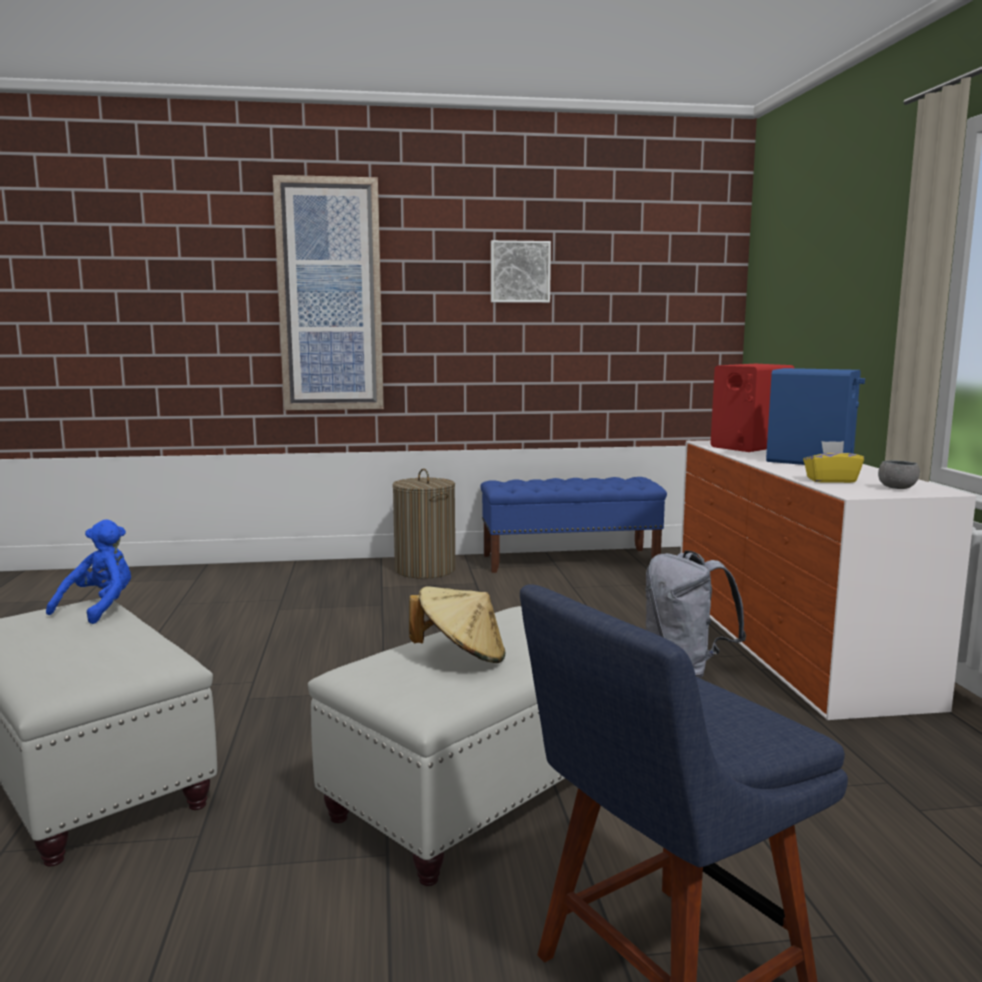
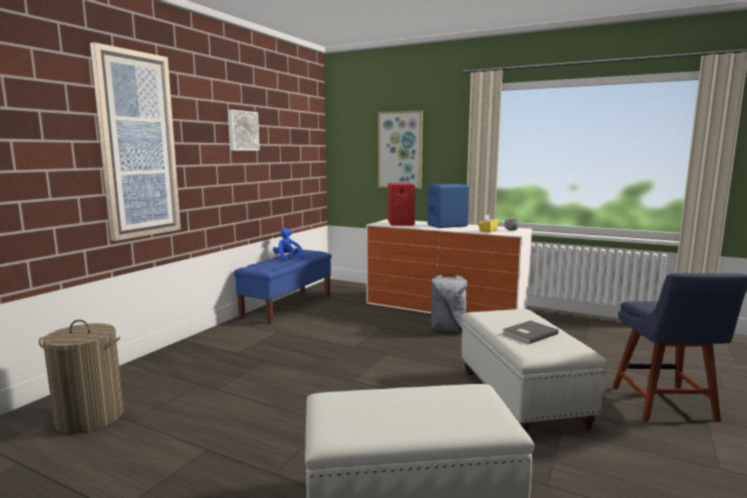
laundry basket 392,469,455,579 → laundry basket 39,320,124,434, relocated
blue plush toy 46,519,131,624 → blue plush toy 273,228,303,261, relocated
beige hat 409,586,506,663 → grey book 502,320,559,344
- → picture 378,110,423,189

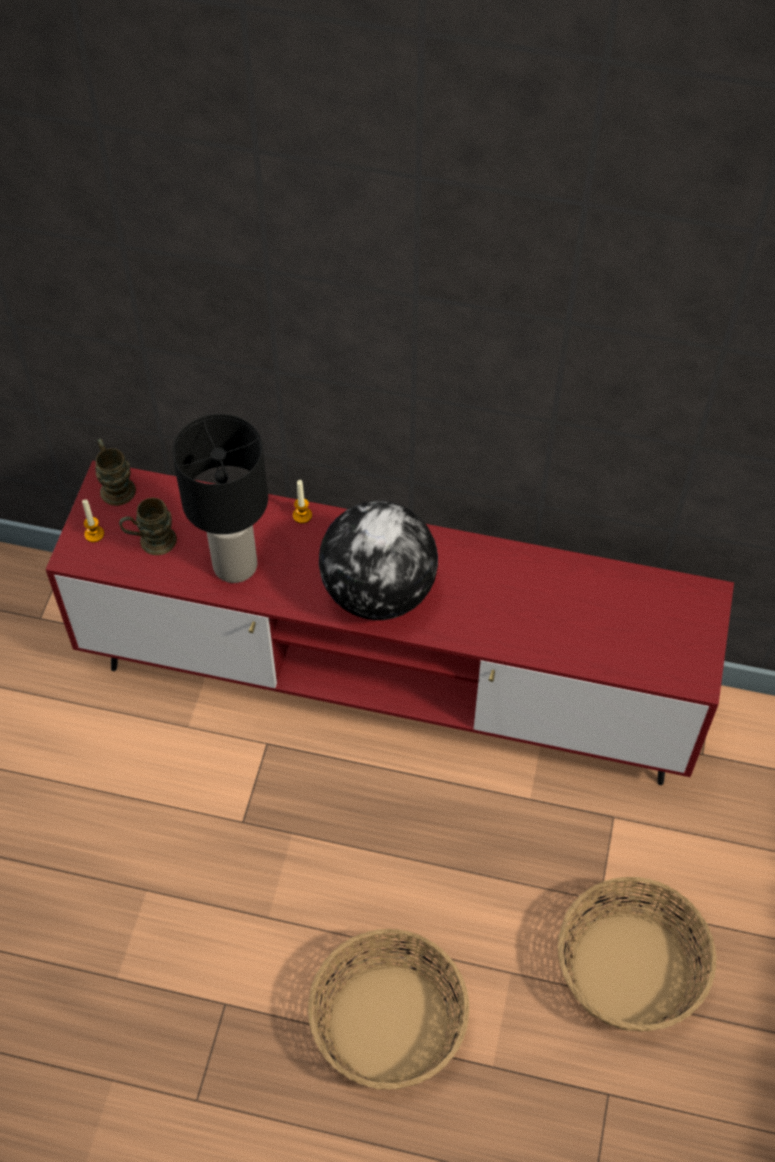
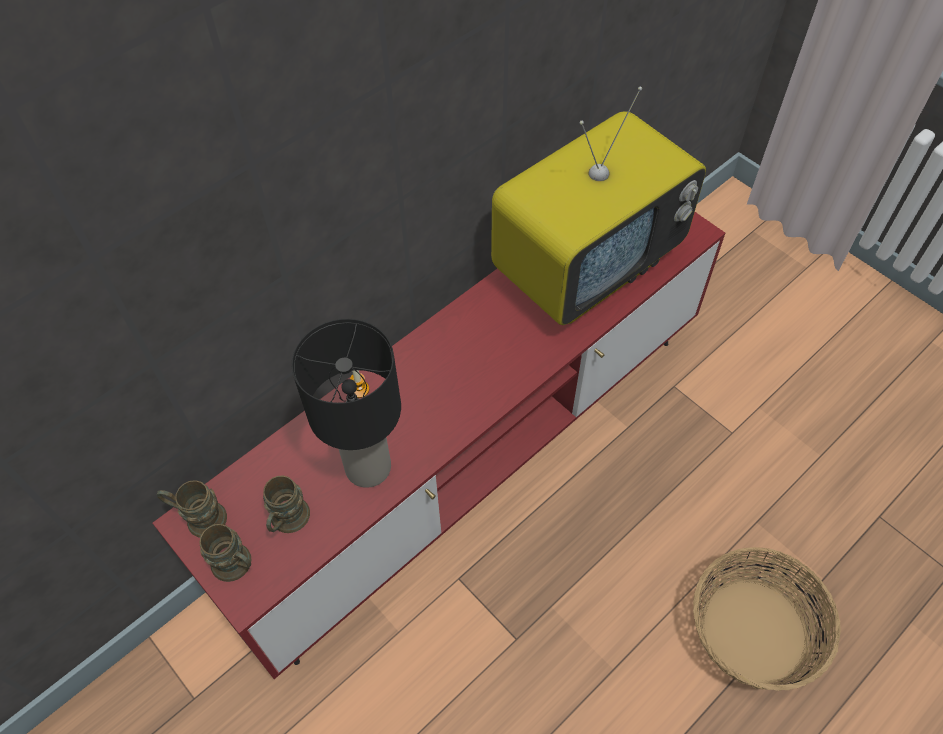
candle 82,499,104,542 → brown mug 200,524,251,582
globe 319,501,438,620 → -
basket 558,877,717,1032 → -
- → television 491,87,706,325

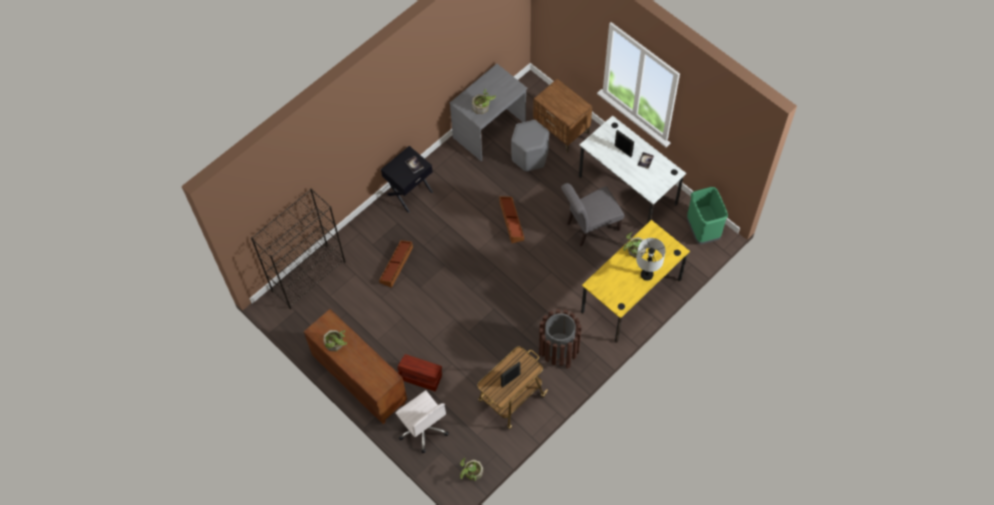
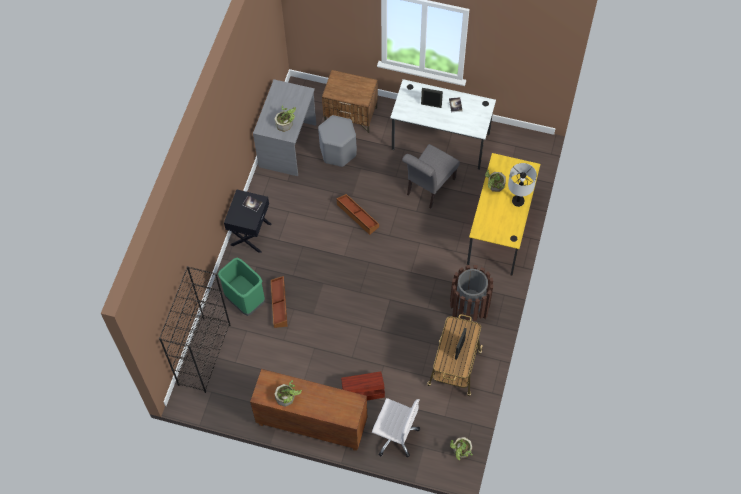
green trash can 687,187,728,244 → green trash can 218,258,265,316, relocated

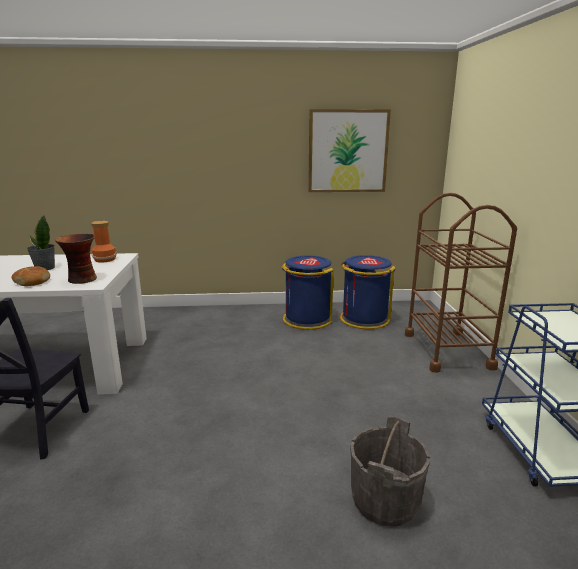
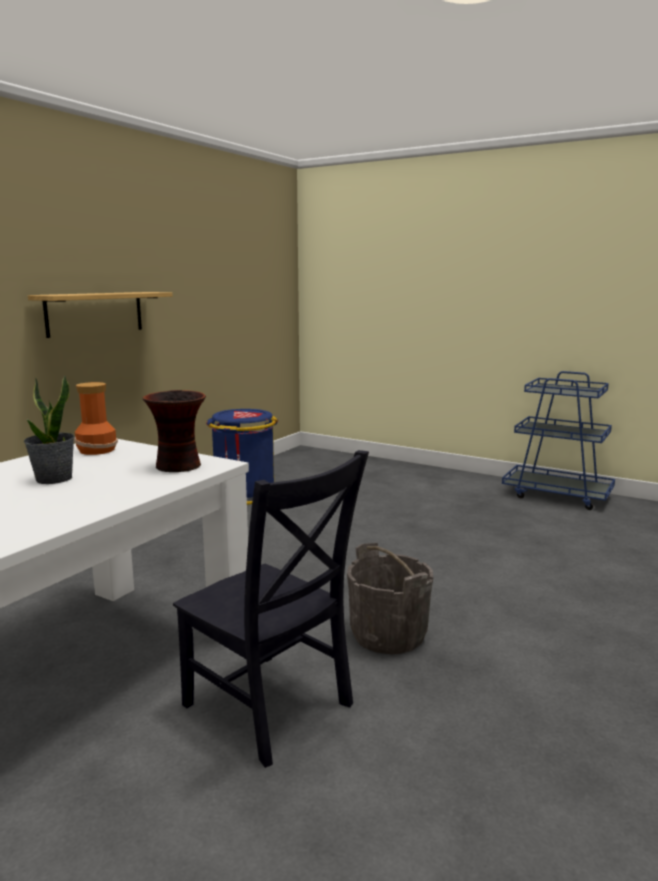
picture 308,109,391,192 → -
brown cart 405,193,517,373 → -
blue trash can 340,255,395,329 → -
bread 11,266,50,286 → -
grey bucket 350,416,430,527 → grey bucket 347,543,433,654, relocated
- → shelf 28,292,173,338

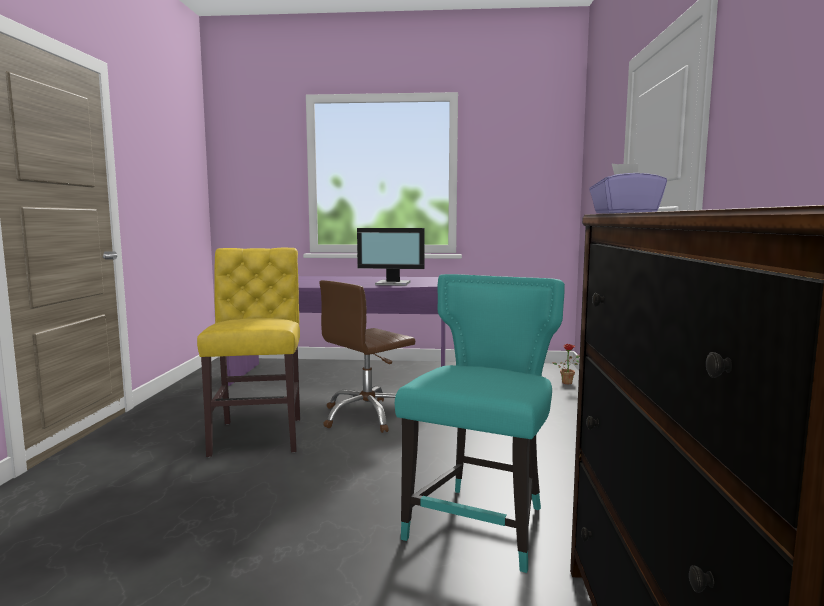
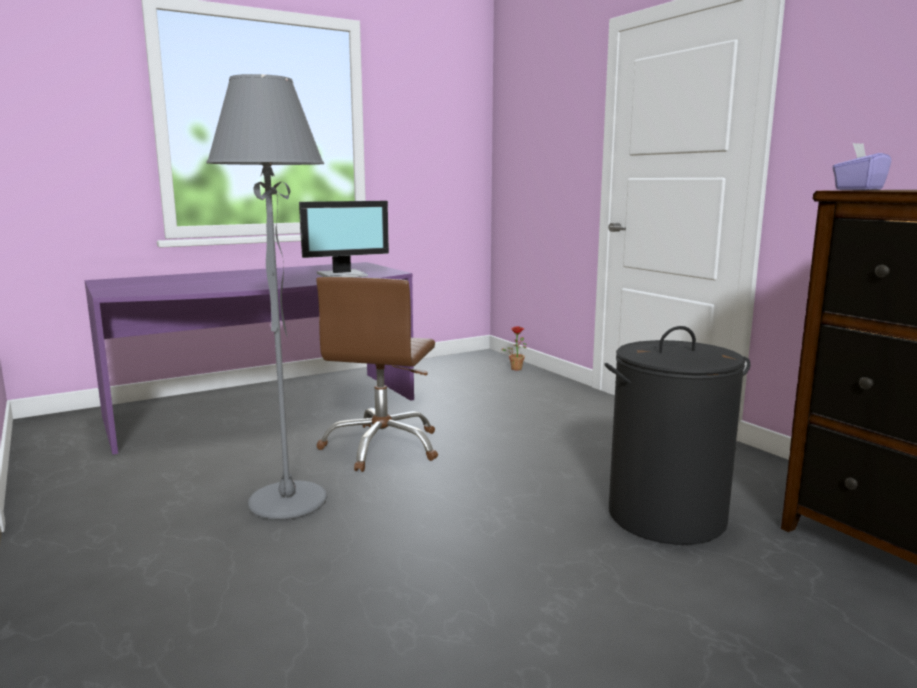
yellow chair 197,248,300,457 → grey floor lamp 206,74,327,520
turquoise chair 395,274,565,573 → black laundry basket 604,326,750,545

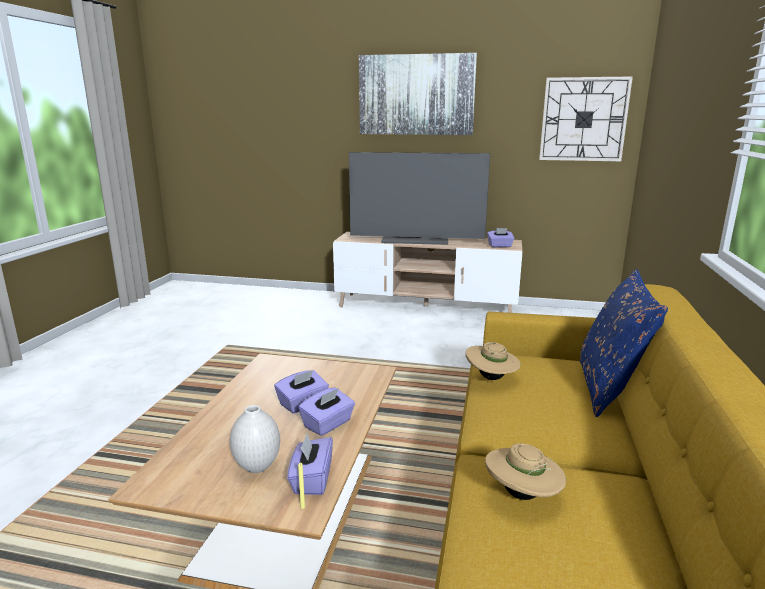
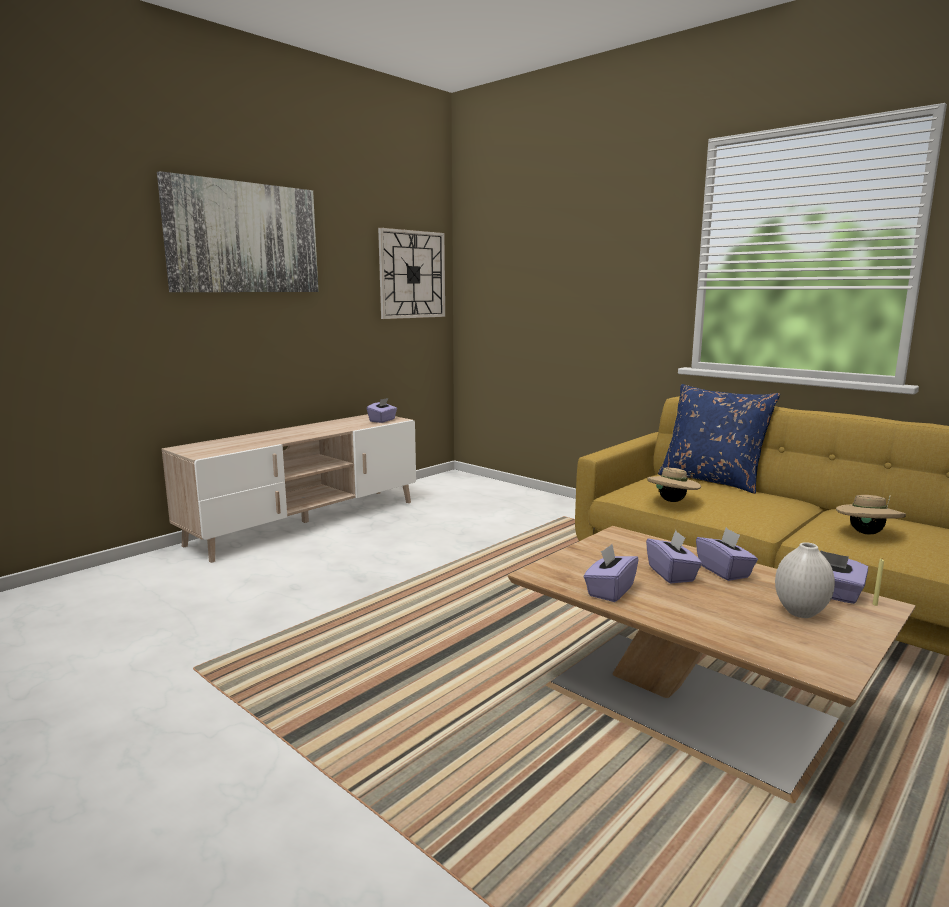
television 349,152,490,245 → -
- → purple tissue box 584,544,639,602

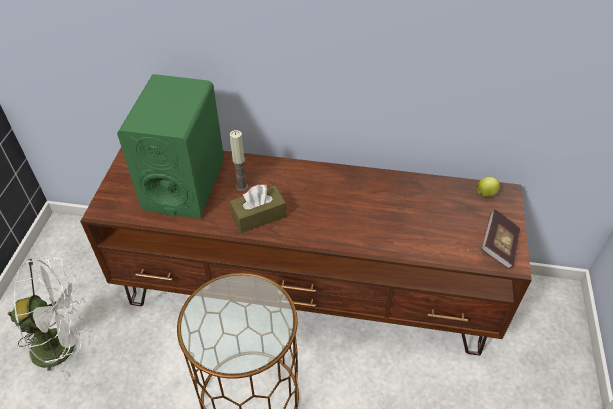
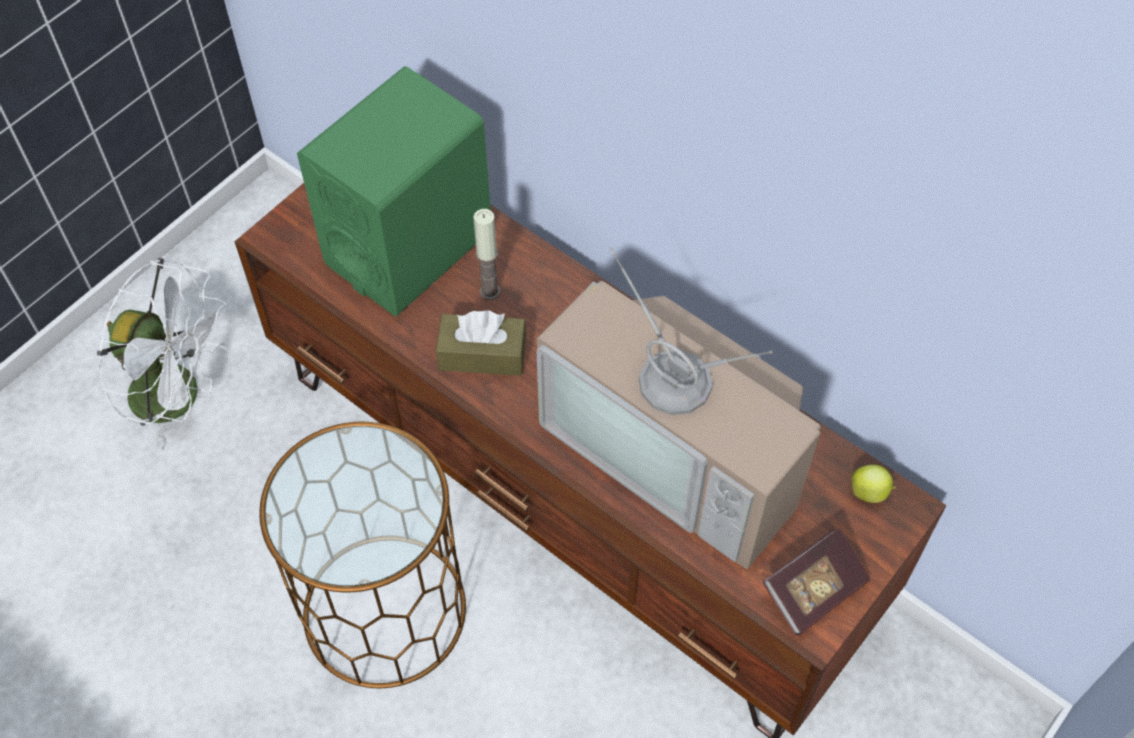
- → television 537,247,821,569

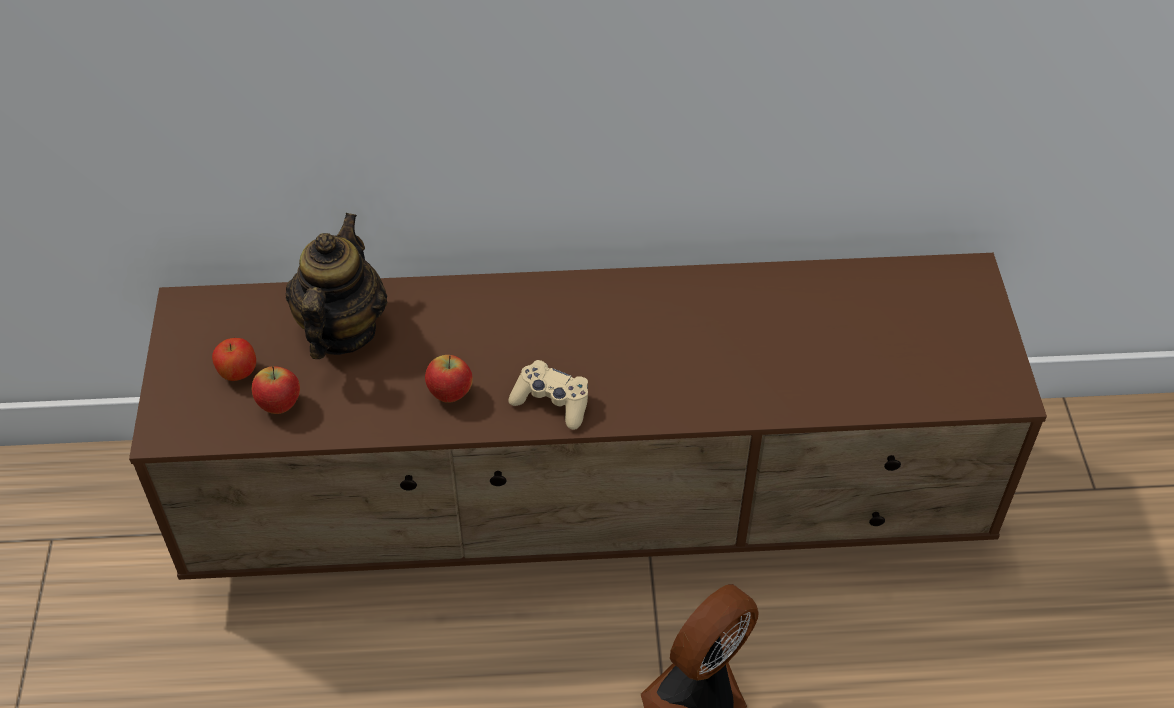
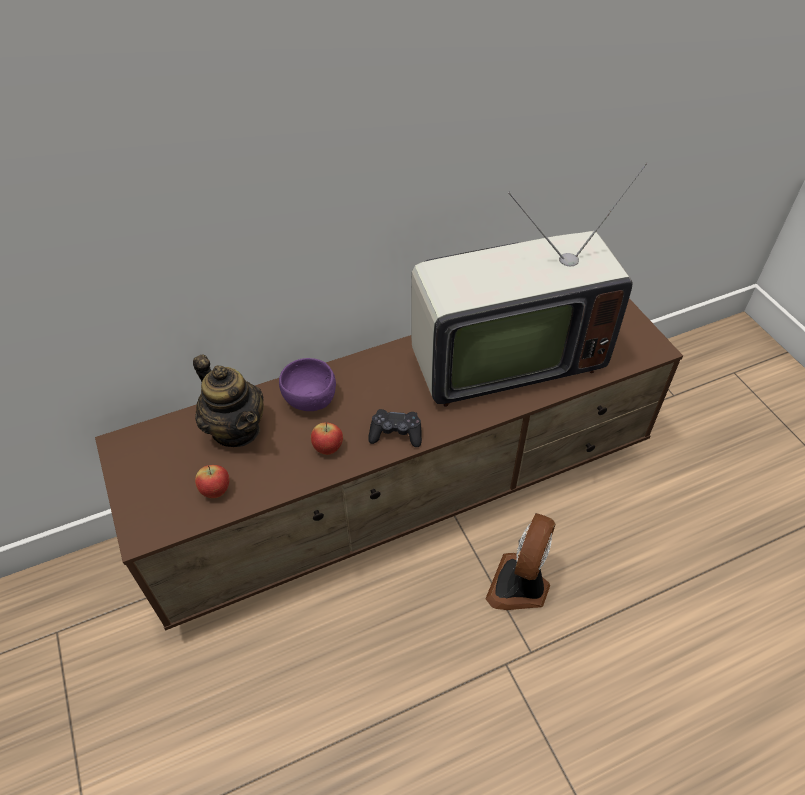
teapot 286,213,387,359 → teapot 193,354,264,447, 150 degrees clockwise
apple 212,338,256,381 → -
beige game controller 508,360,588,430 → black game controller 368,409,422,447
- → television 411,162,648,407
- → purple bowl 279,358,336,411

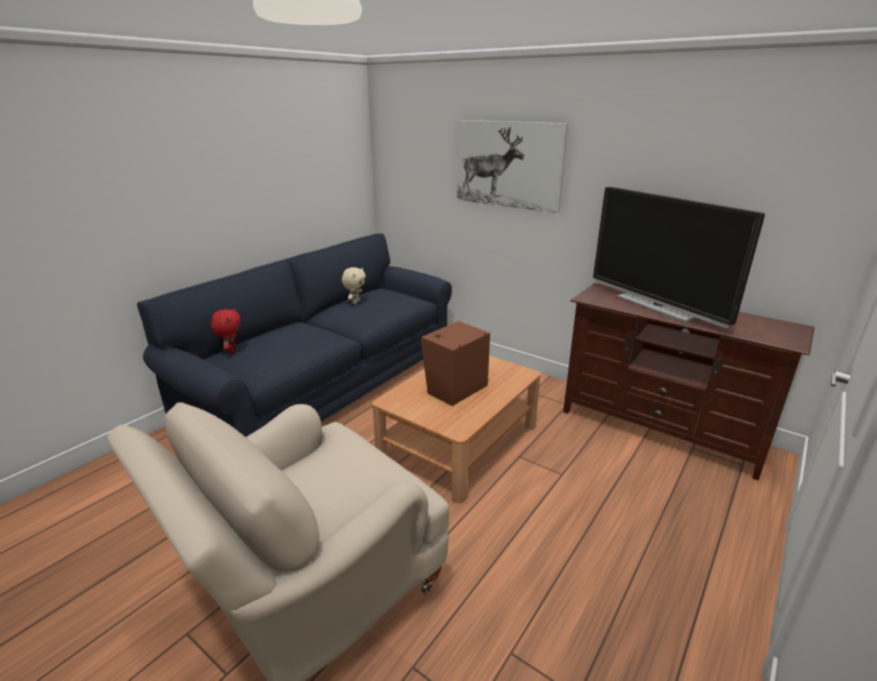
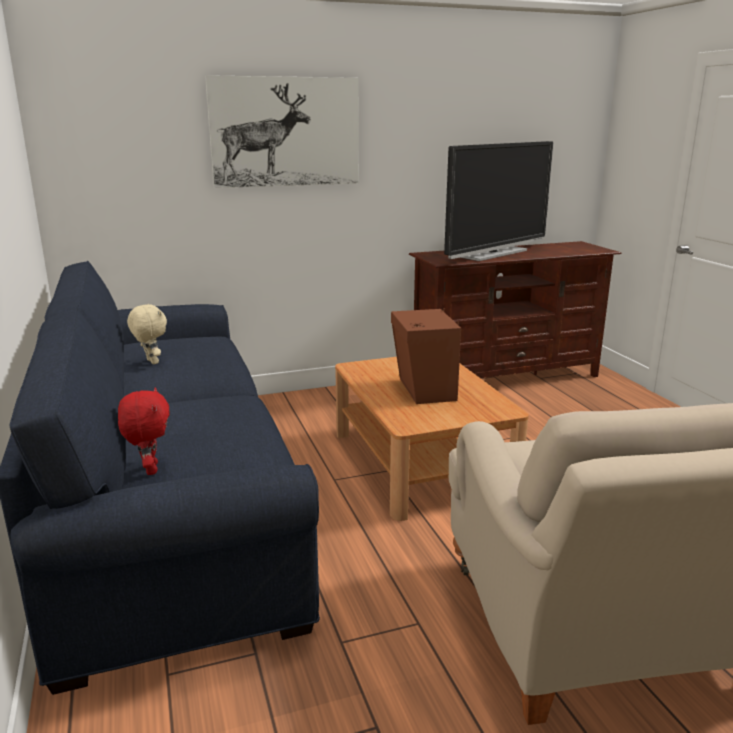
television 593,187,765,328 → television 444,141,553,261, 45 degrees counterclockwise
red plush toy 211,308,241,354 → red plush toy 118,387,170,475, 45 degrees clockwise

